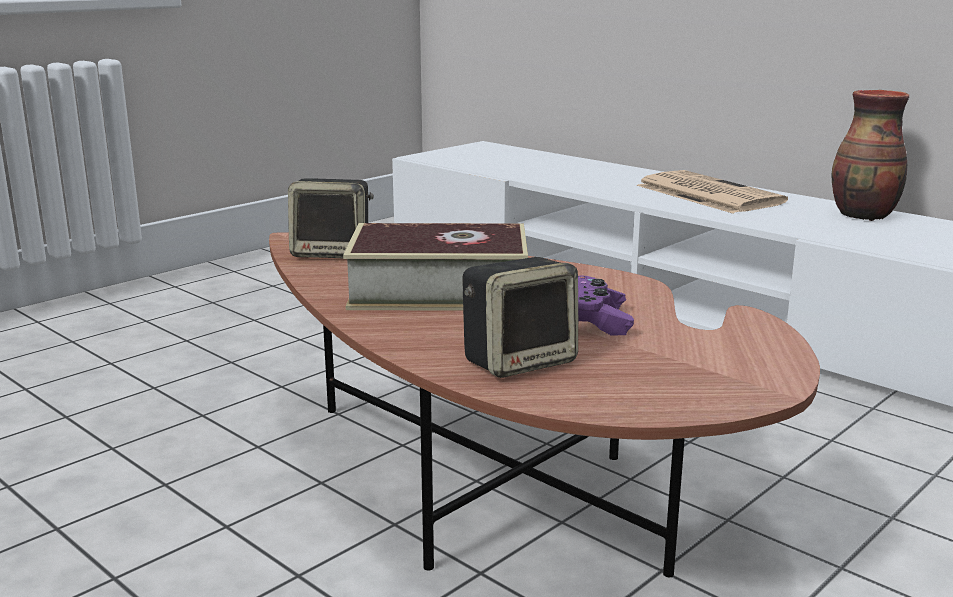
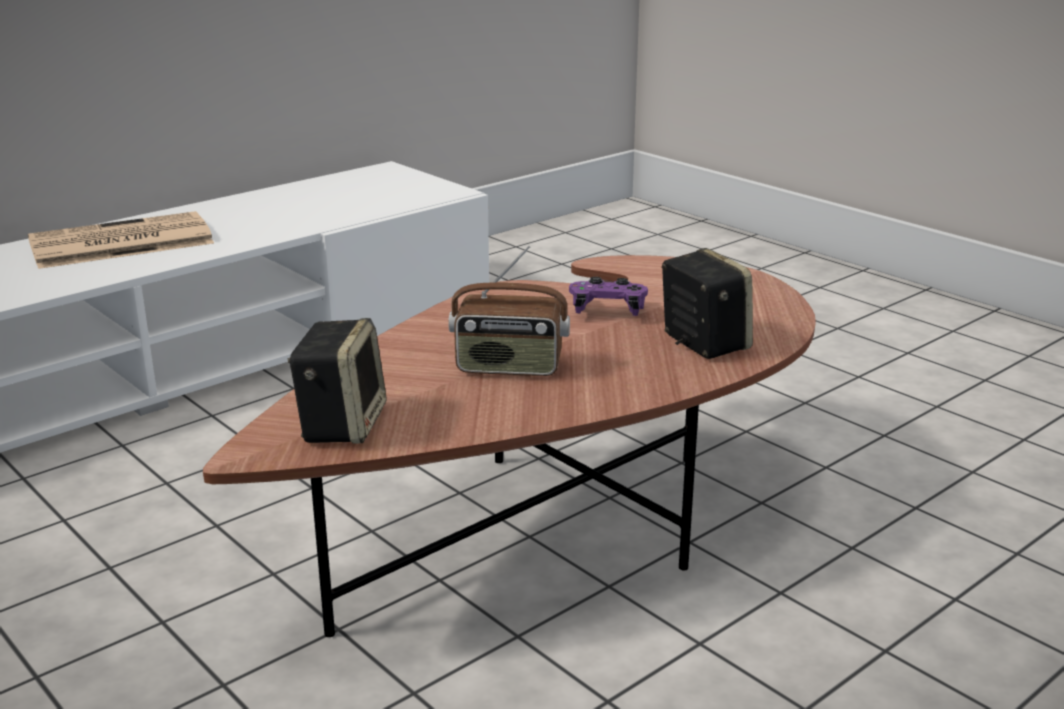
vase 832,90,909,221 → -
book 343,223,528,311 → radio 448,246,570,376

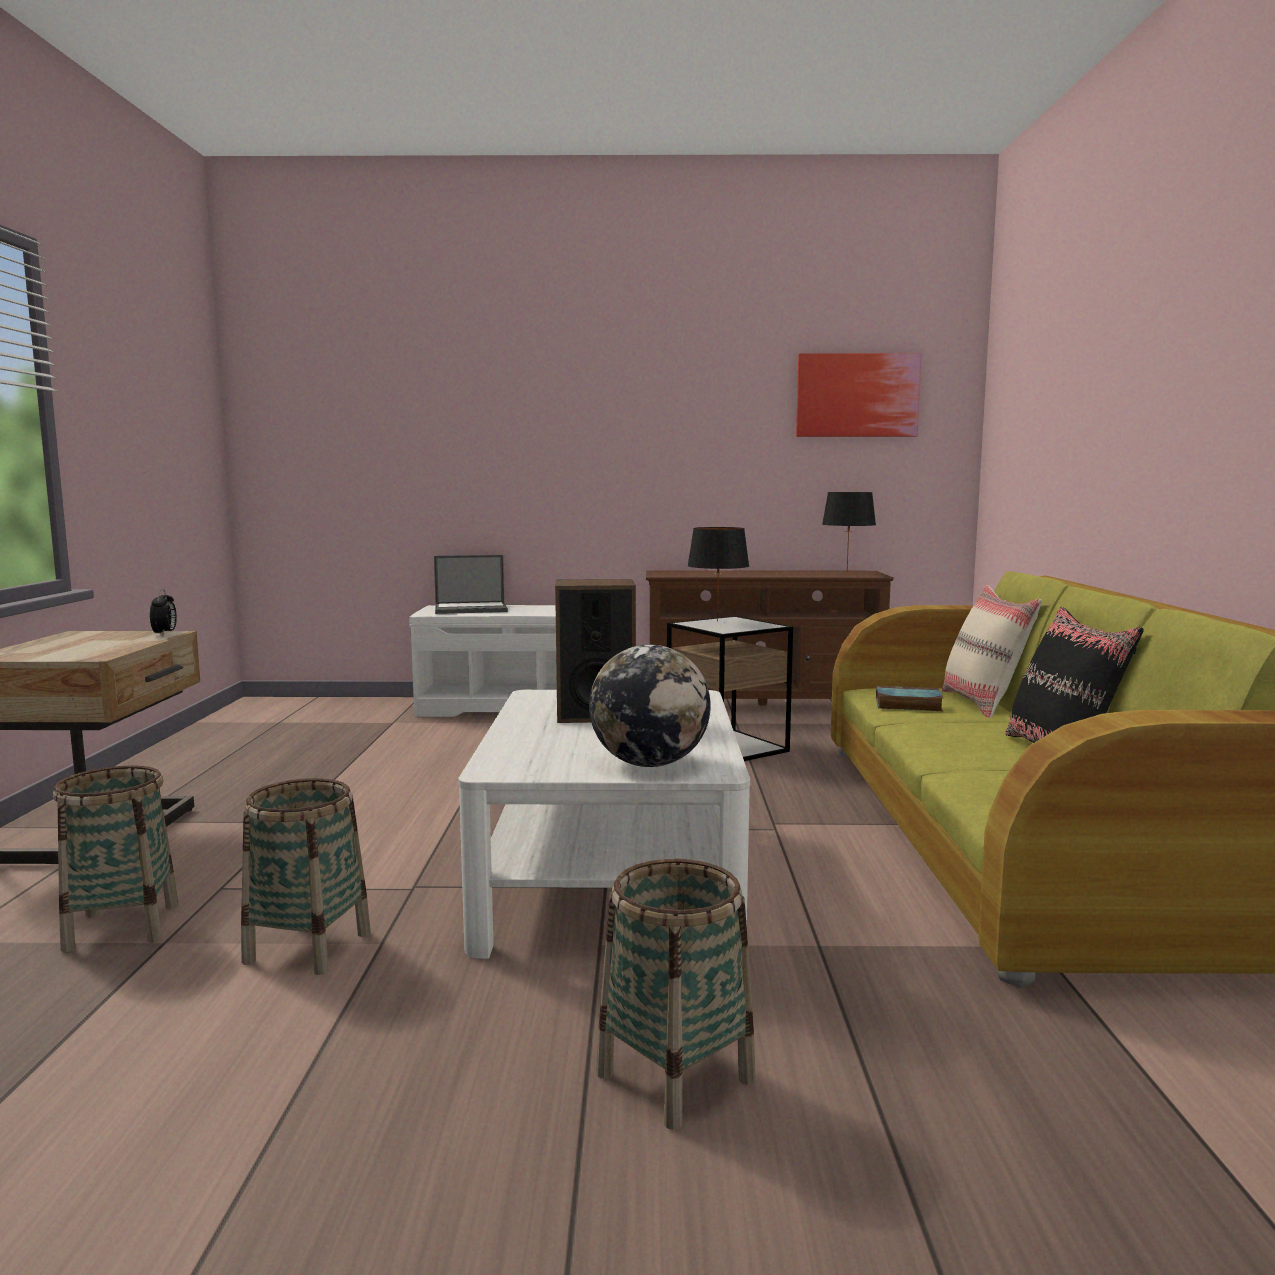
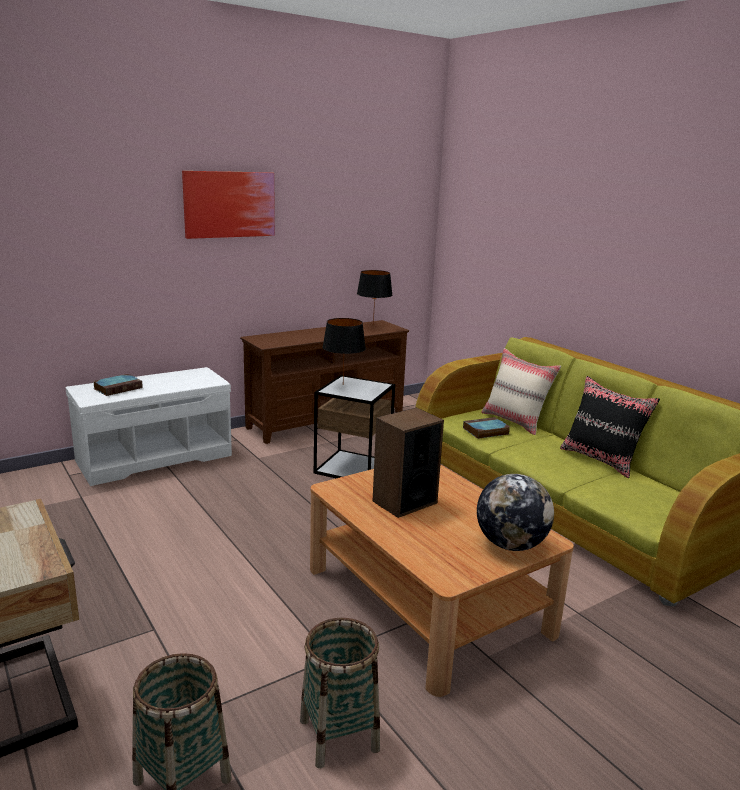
picture 796,353,921,437 → picture 182,171,275,239, relocated
laptop 434,555,508,614 → book 93,374,143,396
alarm clock 150,589,177,635 → -
white coffee table 458,690,750,959 → brown coffee table 310,464,574,697
basket 596,859,756,1130 → -

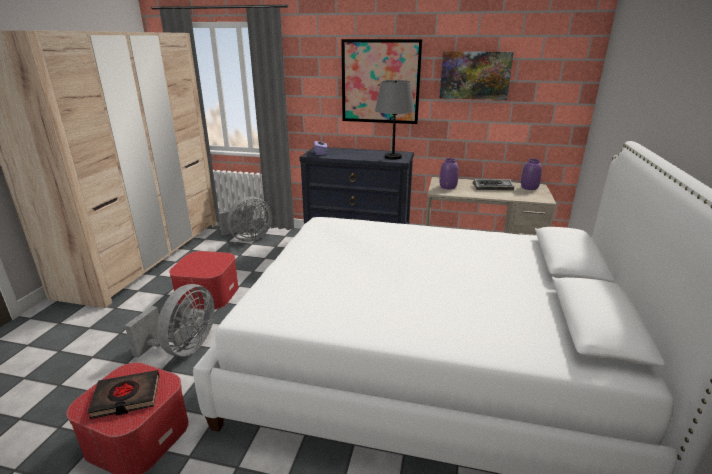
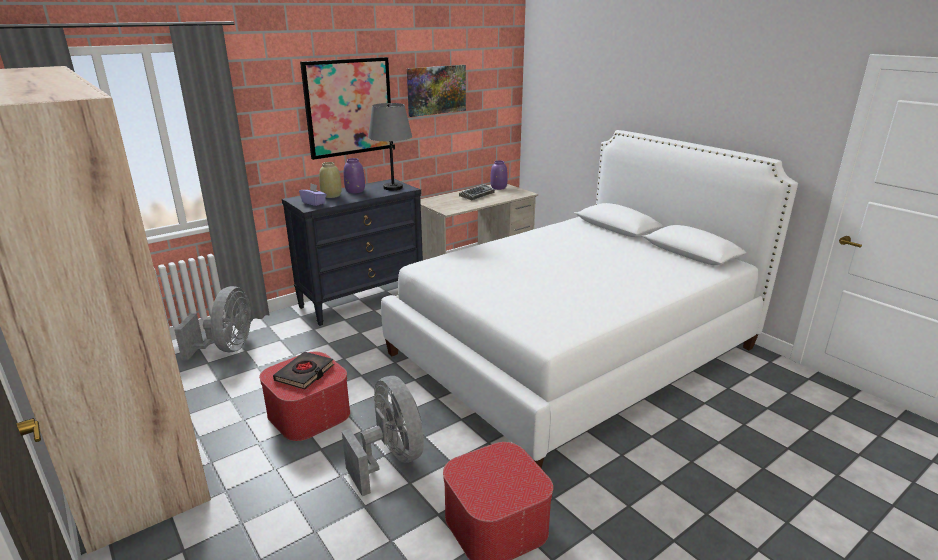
purple vase 439,158,459,189 → purple vase 344,158,365,193, relocated
black book 87,370,159,419 → black book 273,352,334,390, relocated
- → beige vase 319,162,342,198

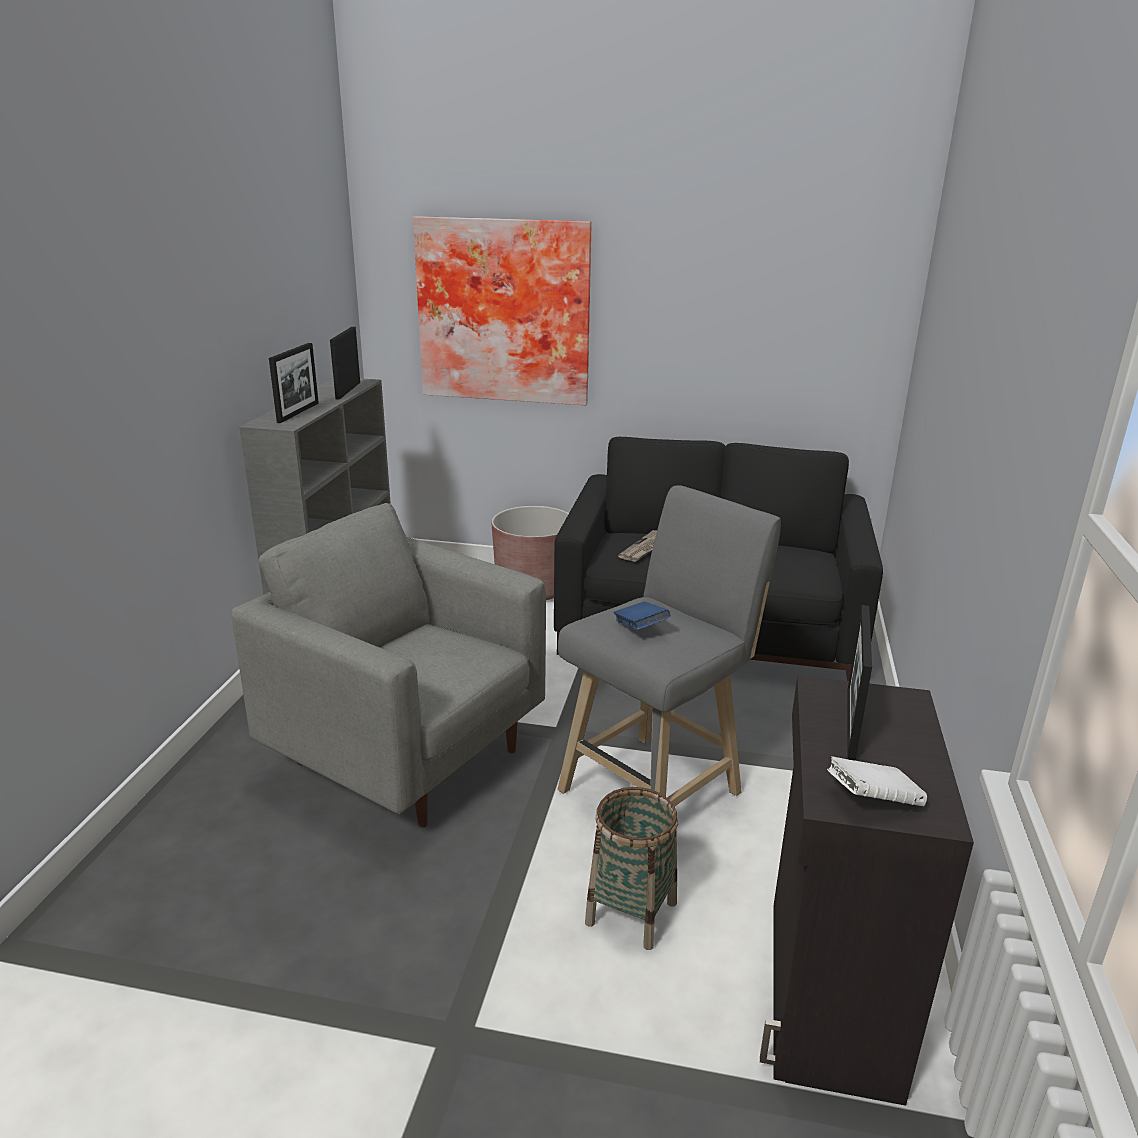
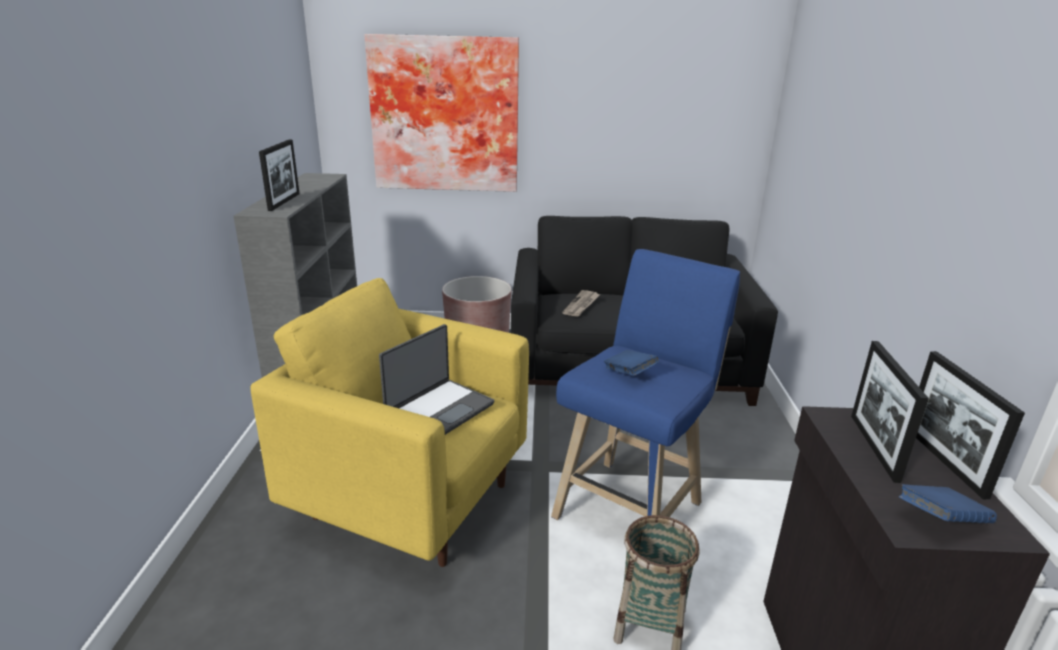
picture frame 330,327,360,400 → picture frame 916,351,1025,499, relocated
grey stool 557,485,781,806 → blue stool 551,249,740,520
grey armchair 231,503,546,827 → yellow armchair 250,278,529,567
white book 827,756,927,806 → blue book 899,484,997,523
- → laptop 379,324,495,435

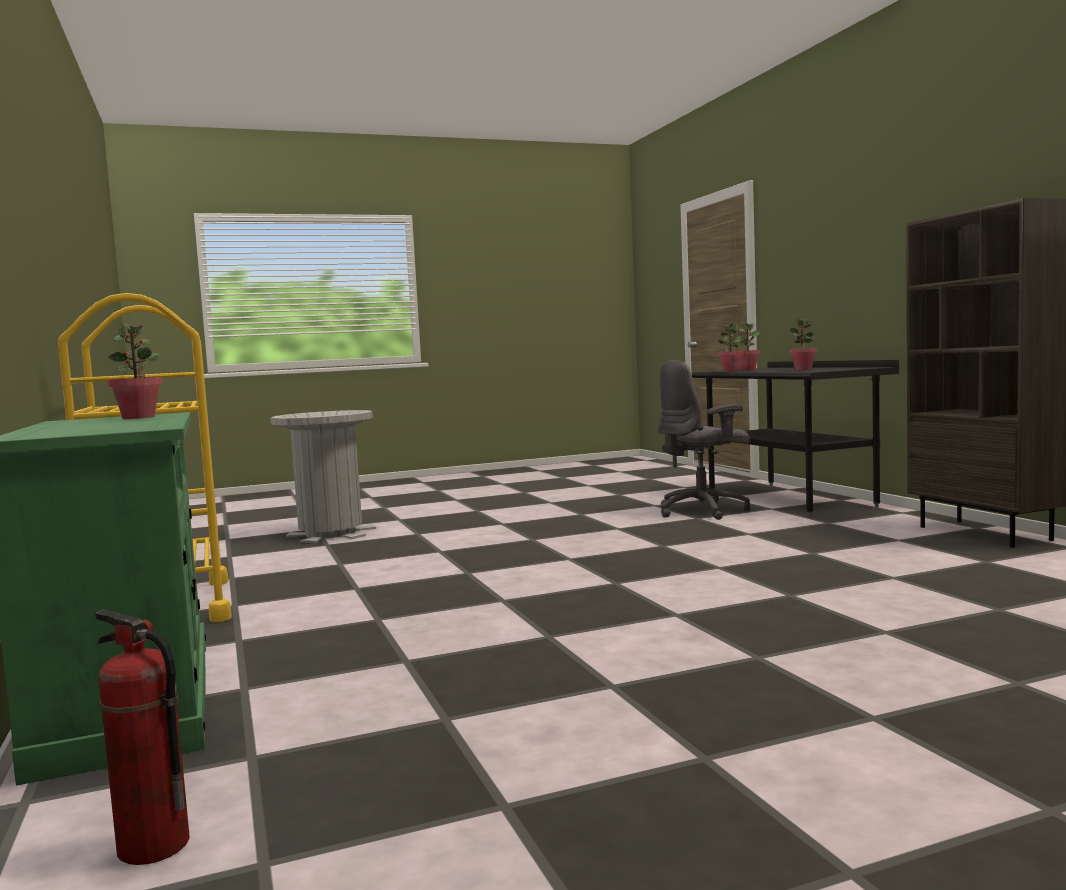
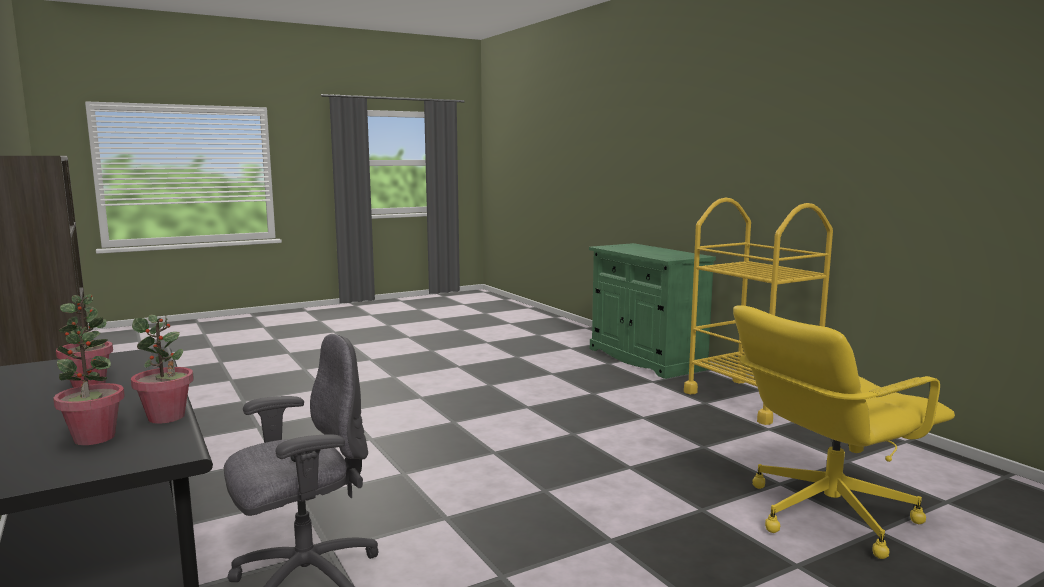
potted plant 108,323,162,419 → -
grey trash can 271,410,376,543 → yellow office chair 733,305,955,559
fire extinguisher 95,609,190,865 → -

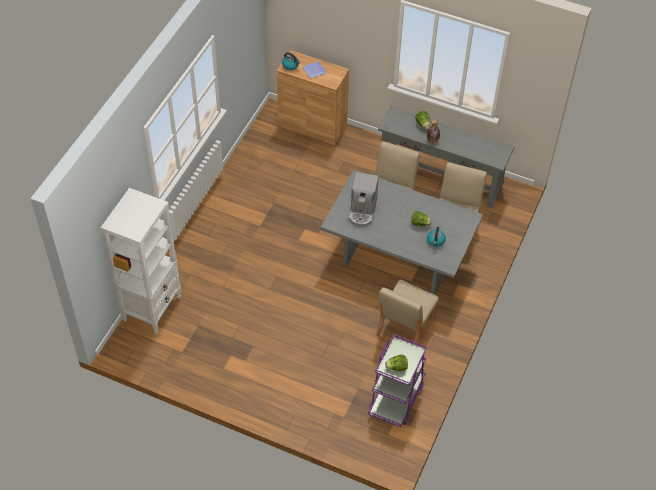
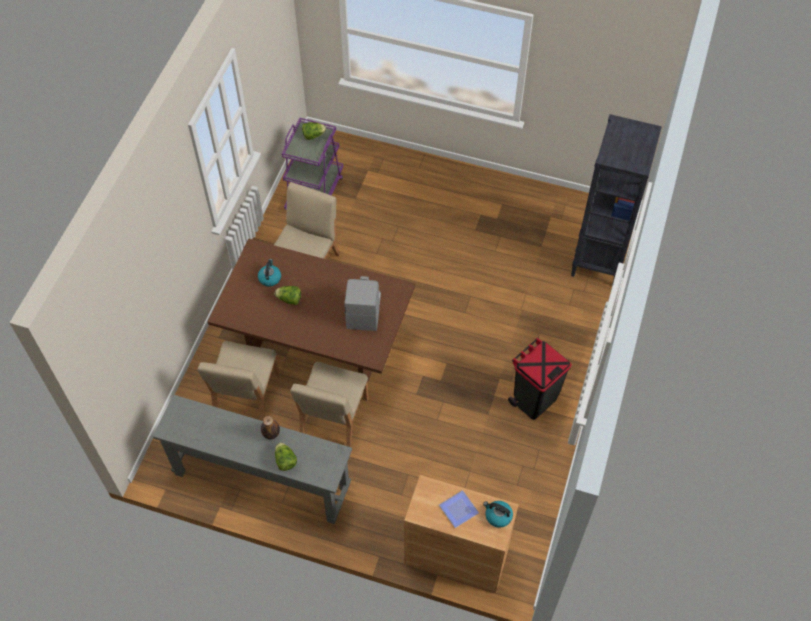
grey dining table 320,170,483,294 → brown dining table 208,239,415,381
white bookcase 101,188,181,334 → black bookcase 571,114,662,285
- → black trash can 508,337,571,420

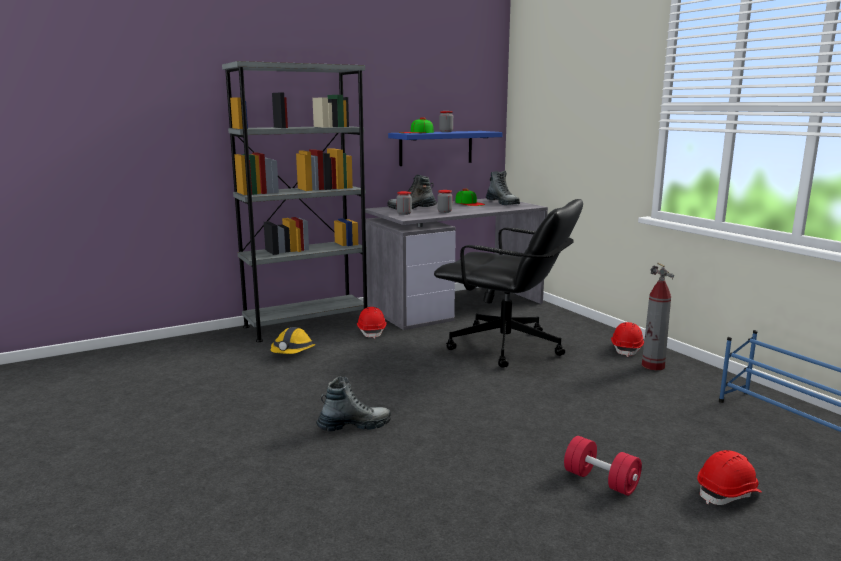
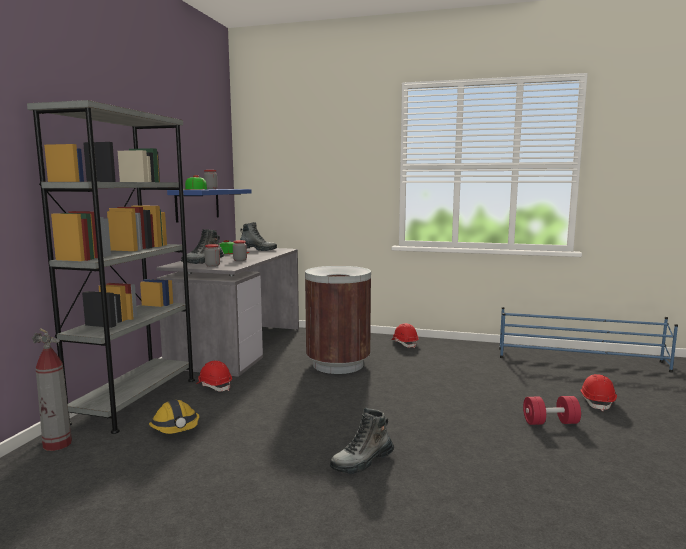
black office chair 434,199,583,368 → brown trash can 305,266,371,374
fire extinguisher 642,263,674,370 → fire extinguisher 32,328,72,451, relocated
boot 316,376,391,431 → boot 330,408,394,474, 150 degrees counterclockwise

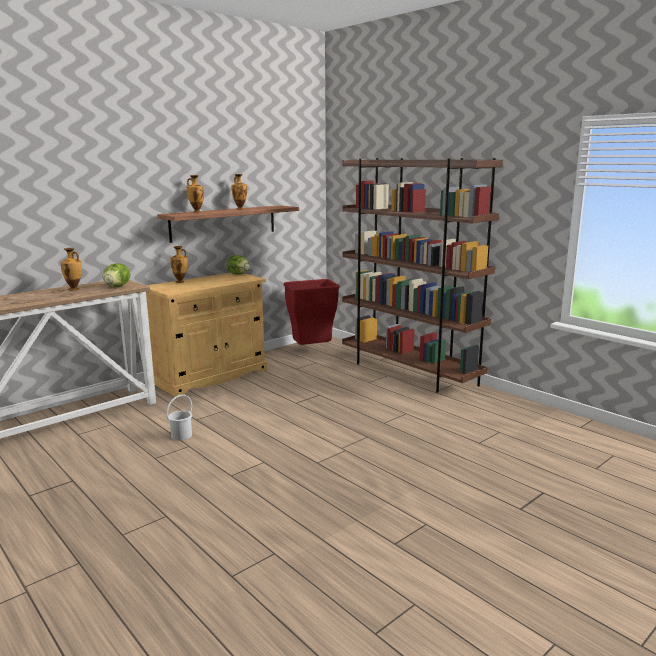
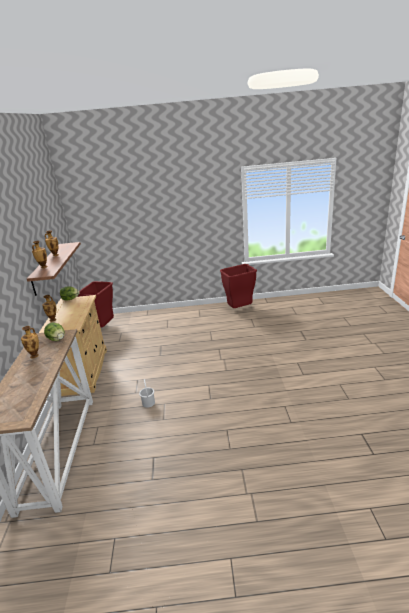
brown bookcase 342,158,503,393 → -
- → red trash can 220,264,257,308

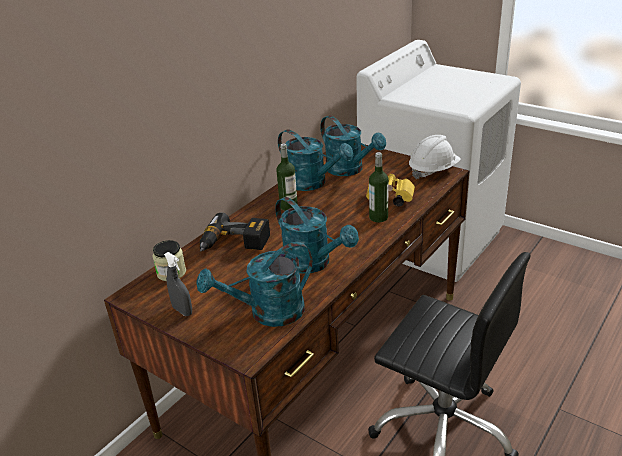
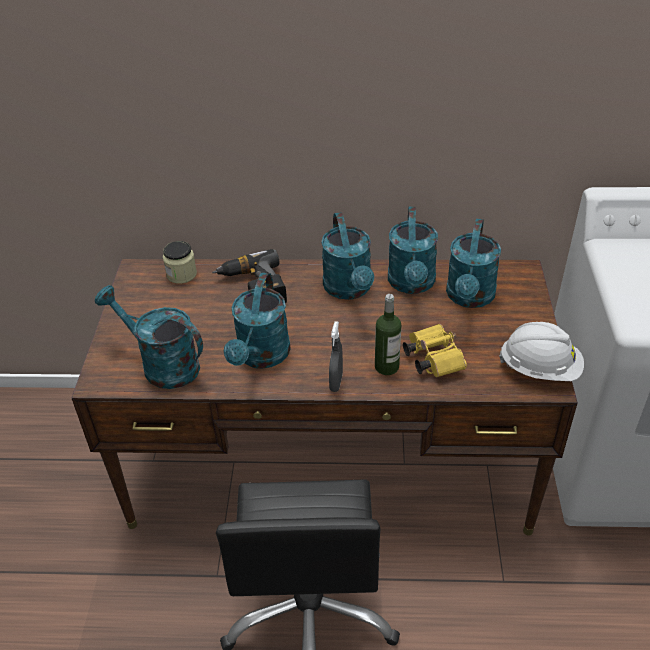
bottle 276,144,298,211 → turquoise watering can 321,212,374,300
grey spray bottle 164,252,192,316 → grey spray bottle 329,321,343,392, relocated

